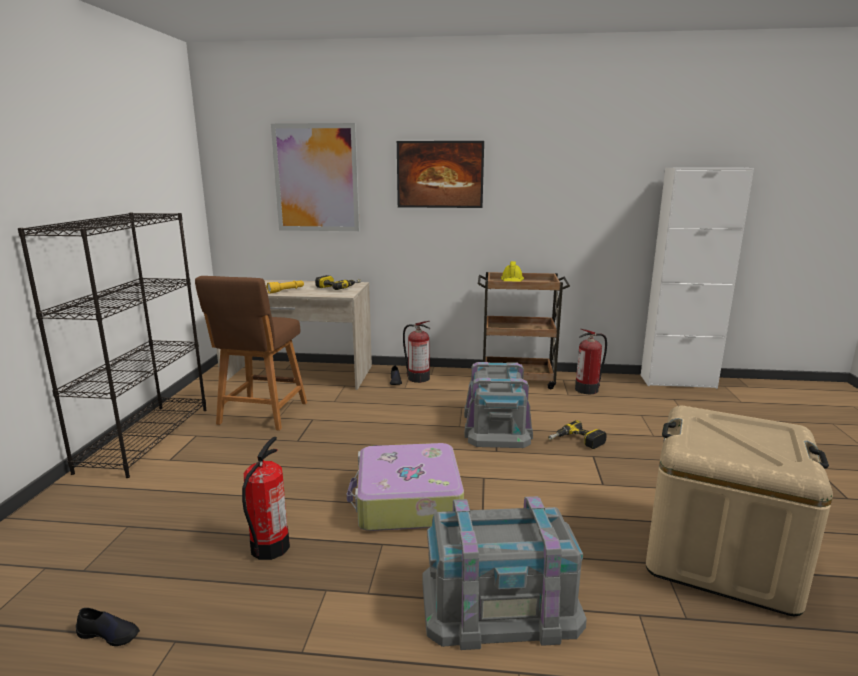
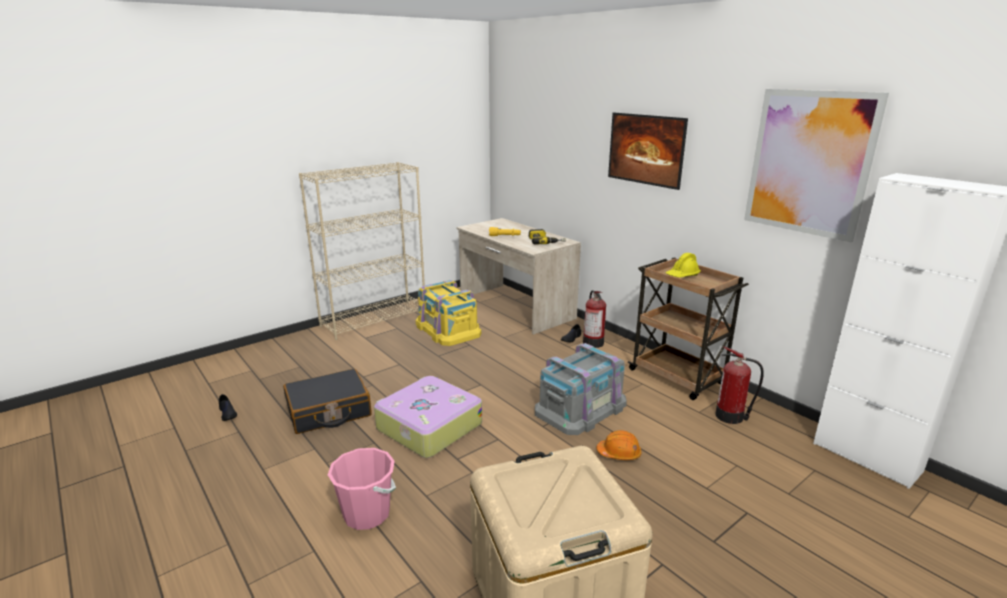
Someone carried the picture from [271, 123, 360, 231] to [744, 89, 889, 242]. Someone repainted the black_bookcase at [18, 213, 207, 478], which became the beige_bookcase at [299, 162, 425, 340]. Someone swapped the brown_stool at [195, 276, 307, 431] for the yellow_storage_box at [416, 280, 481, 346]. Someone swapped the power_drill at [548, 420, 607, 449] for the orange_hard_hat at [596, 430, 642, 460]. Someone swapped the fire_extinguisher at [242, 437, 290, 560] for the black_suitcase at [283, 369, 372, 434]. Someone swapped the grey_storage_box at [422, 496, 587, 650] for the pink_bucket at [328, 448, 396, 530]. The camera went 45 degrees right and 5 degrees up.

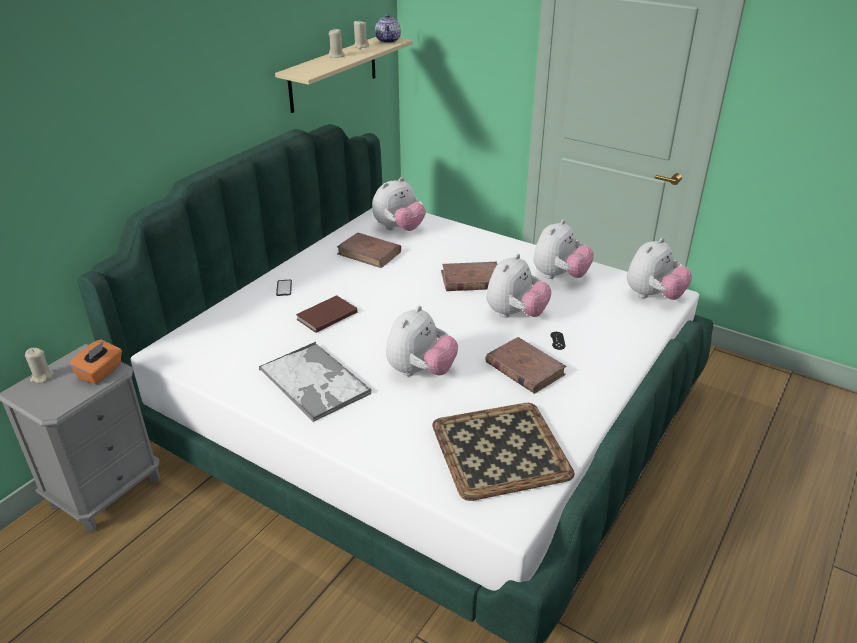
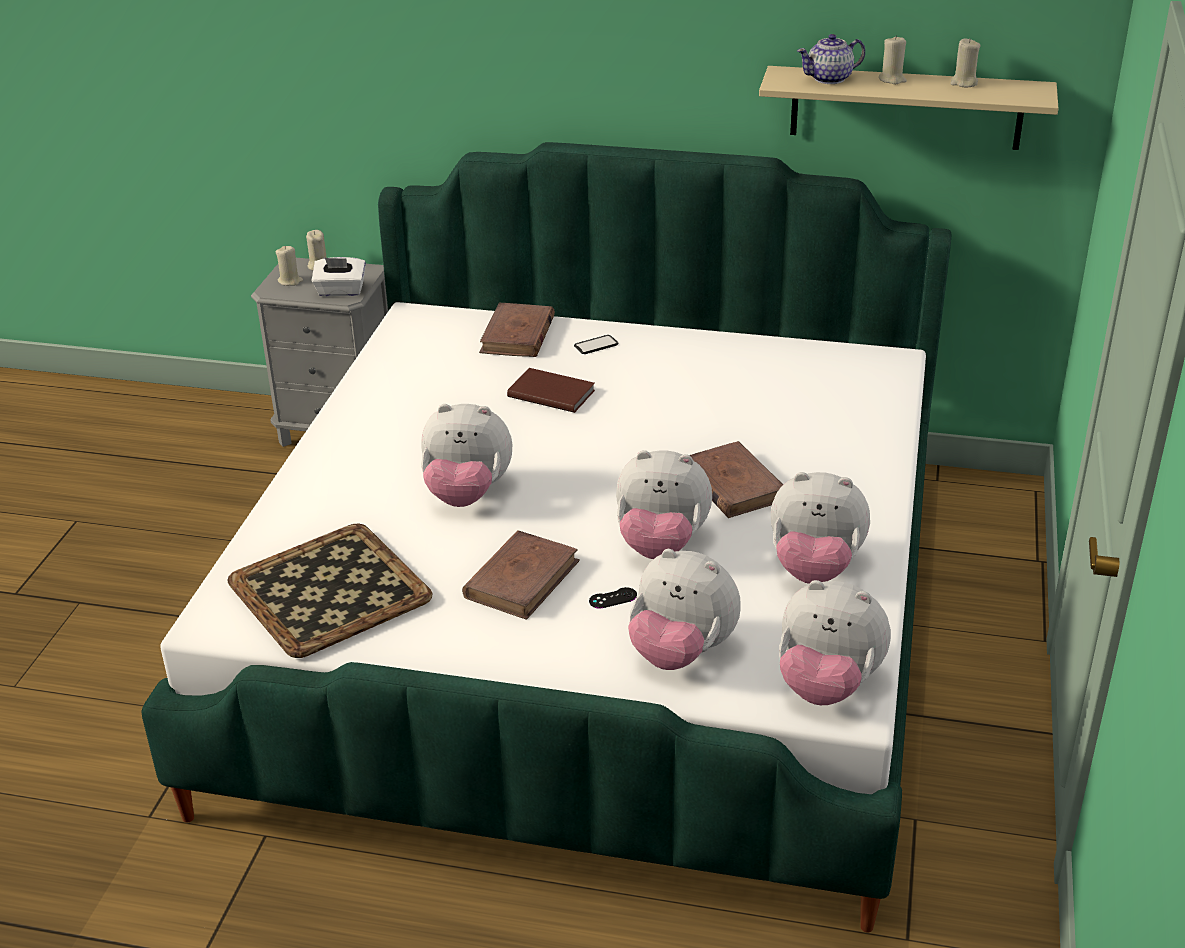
Someone carried the teapot from [375, 14, 401, 43] to [797, 34, 865, 84]. Someone carried the plush_toy from [372, 177, 426, 231] to [628, 549, 741, 670]. Someone carried the brown_book from [337, 232, 401, 268] to [479, 303, 555, 357]. Someone repainted the orange_tissue_box at [69, 339, 122, 384], which became the white_tissue_box at [312, 257, 366, 296]. Someone took away the tray at [259, 342, 372, 422]. Someone put down the beige_candle at [276, 246, 303, 286]. The camera went 70 degrees right and 0 degrees up.

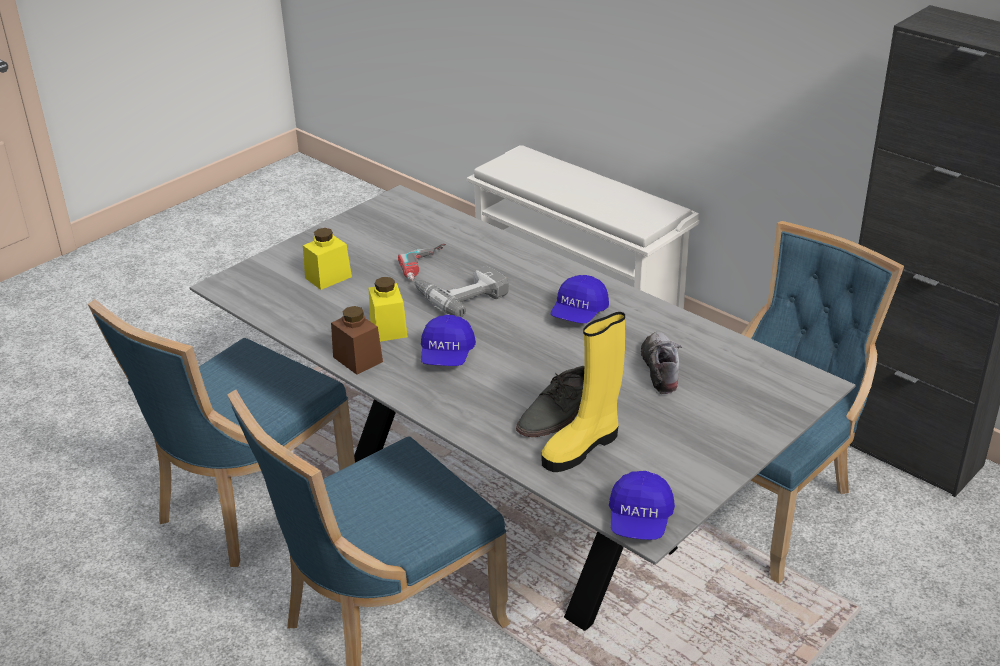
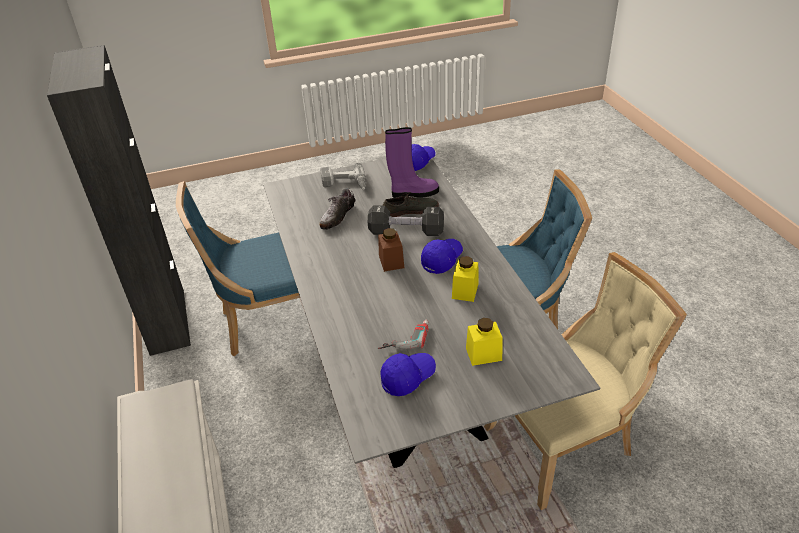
Someone carried the power_drill from [415, 266, 509, 317] to [320, 163, 366, 190]. Someone carried the blue_cap from [550, 275, 609, 323] to [380, 353, 436, 396]. Someone repainted the blue_chair at [88, 299, 355, 567], which became the beige_chair at [484, 252, 687, 510]. Someone carried the brown_jar from [331, 306, 383, 375] to [378, 228, 404, 272]. Someone repainted the yellow_boot at [542, 312, 625, 472], which became the purple_boot at [385, 127, 439, 198]. Someone put down the black_dumbbell at [368, 205, 444, 236]. The camera went 150 degrees left and 5 degrees up.

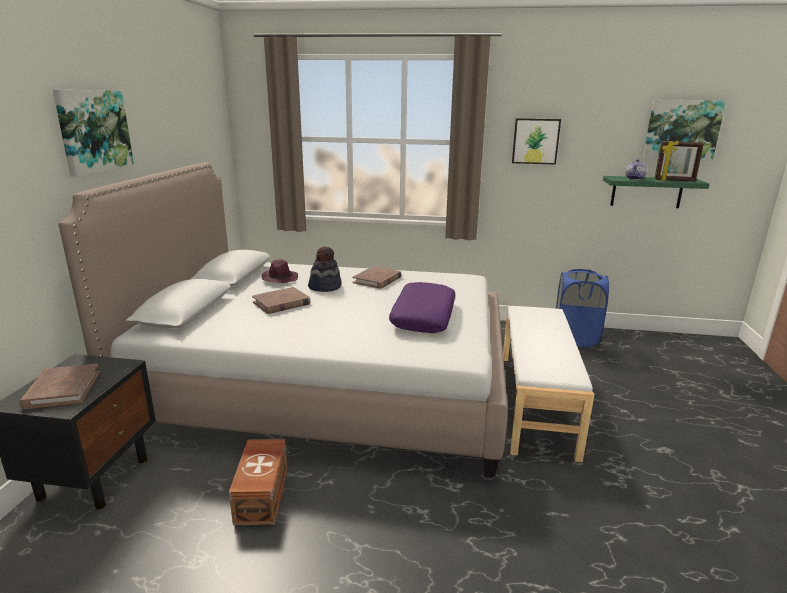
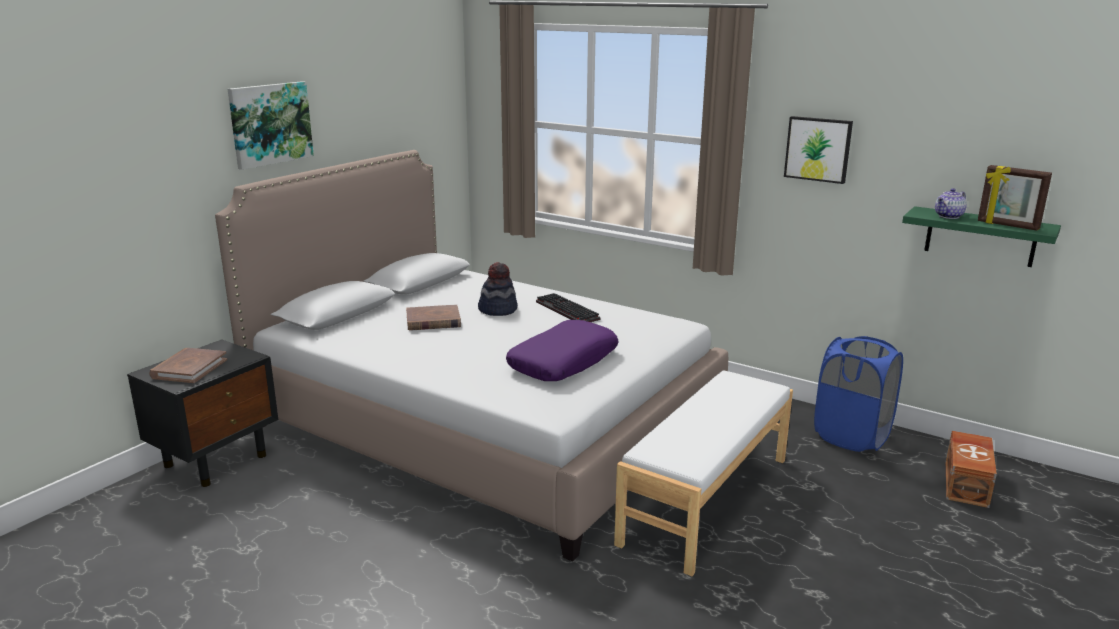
Someone took away the picture at [643, 100, 726, 160]. Someone took away the purple_hat at [262, 259, 298, 283]. Someone swapped the brown_book at [352, 266, 402, 289] for the keyboard at [536, 293, 601, 322]. Someone carried the brown_storage_box from [229, 439, 287, 525] to [946, 431, 997, 508]. The camera went 25 degrees right and 0 degrees up.

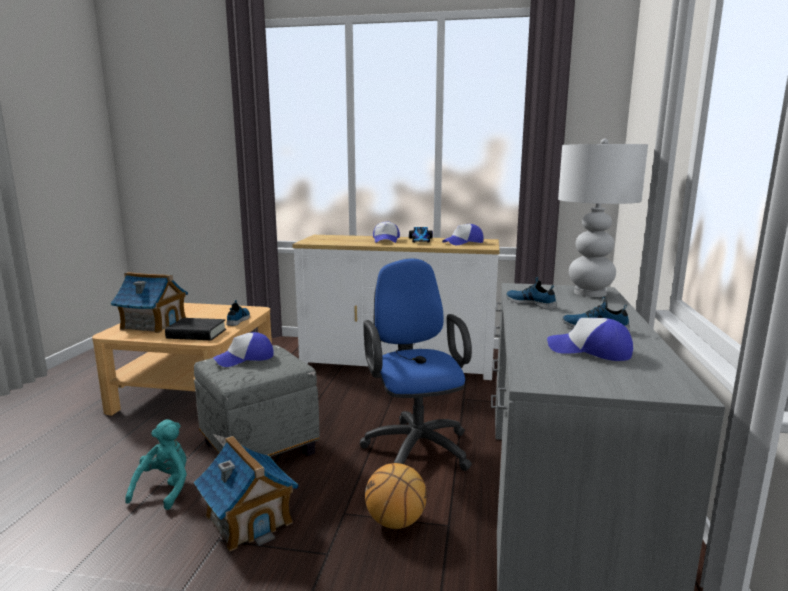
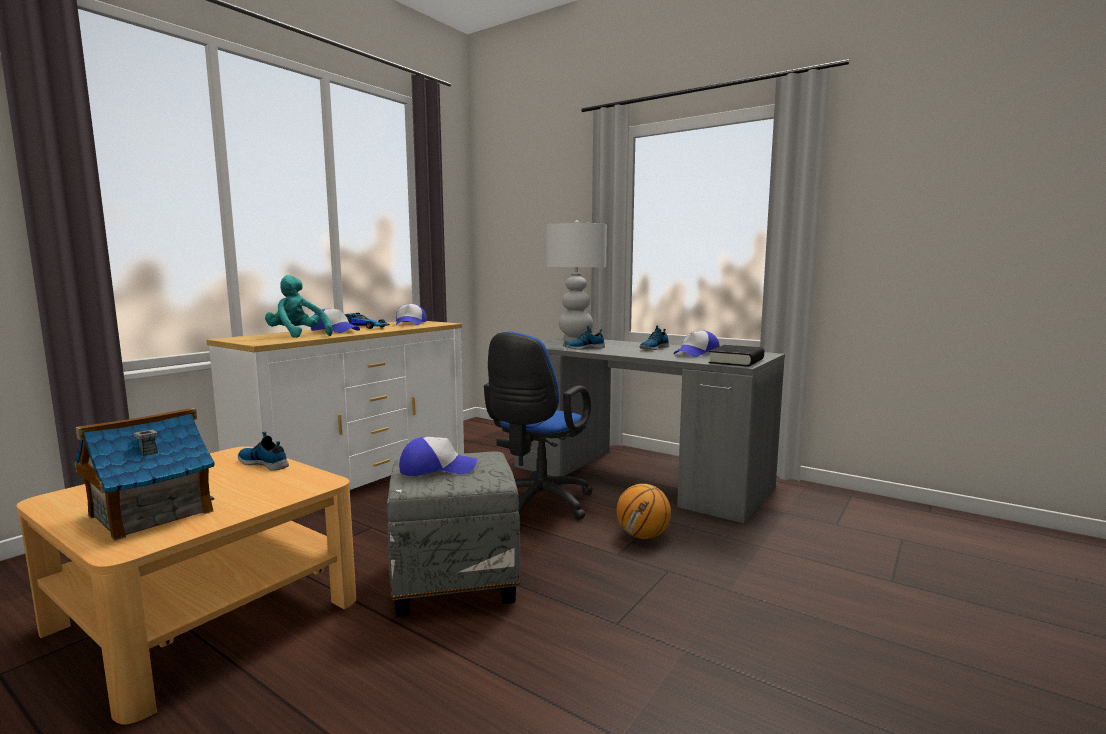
Someone rotated the blue_office_chair at [360, 258, 472, 471] by 75 degrees counterclockwise. Someone carried the black_book from [165, 318, 226, 340] to [709, 345, 764, 367]. Someone rotated the cap at [213, 332, 273, 367] by 90 degrees counterclockwise. Someone carried the turquoise_plush_toy from [125, 419, 187, 510] to [265, 275, 333, 338]. Someone took away the toy_house at [194, 436, 299, 551]. The camera went 65 degrees left and 5 degrees down.

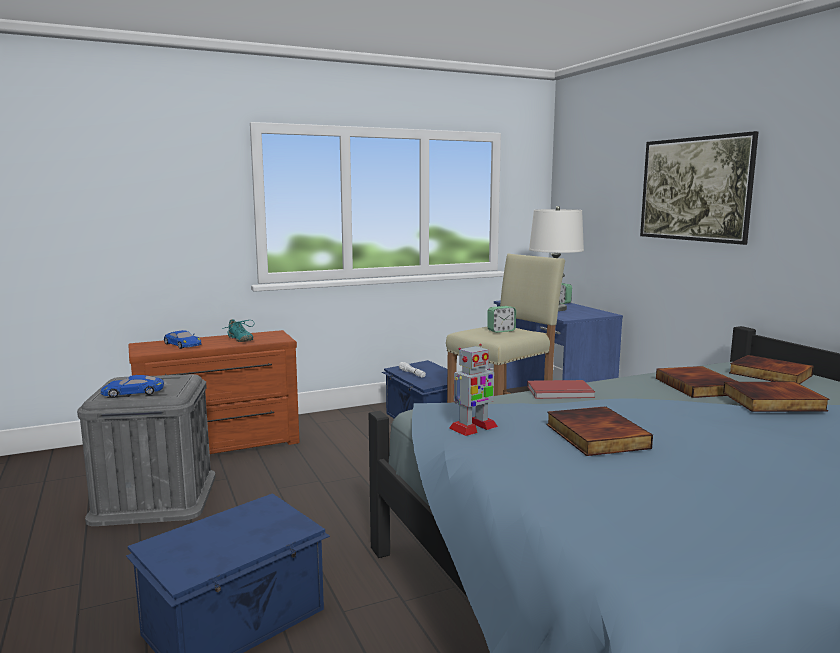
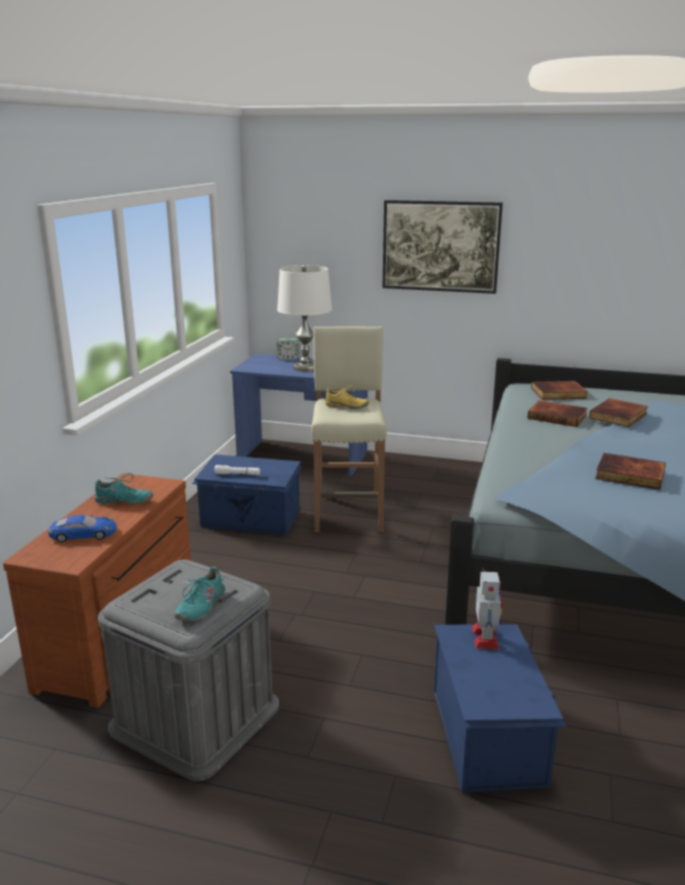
Someone swapped the alarm_clock at [488, 306, 516, 333] for the yellow_shoe at [325, 385, 369, 409]. Someone carried the toy_robot from [449, 344, 498, 436] to [472, 568, 503, 649]. Someone swapped the blue_toy_car at [101, 375, 164, 398] for the turquoise_shoe at [174, 567, 227, 621]. Someone took away the red_book at [527, 380, 595, 399]. The camera went 50 degrees left and 10 degrees up.

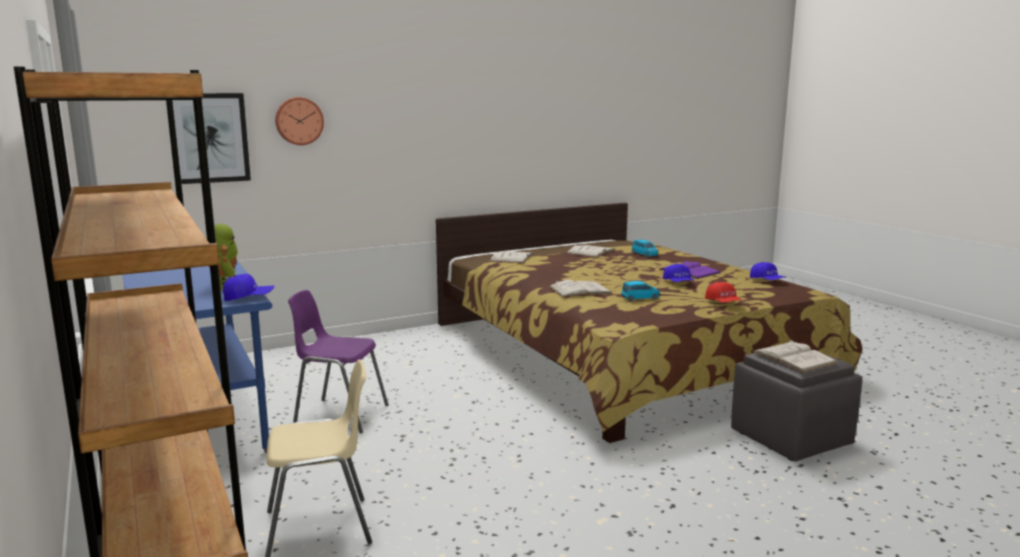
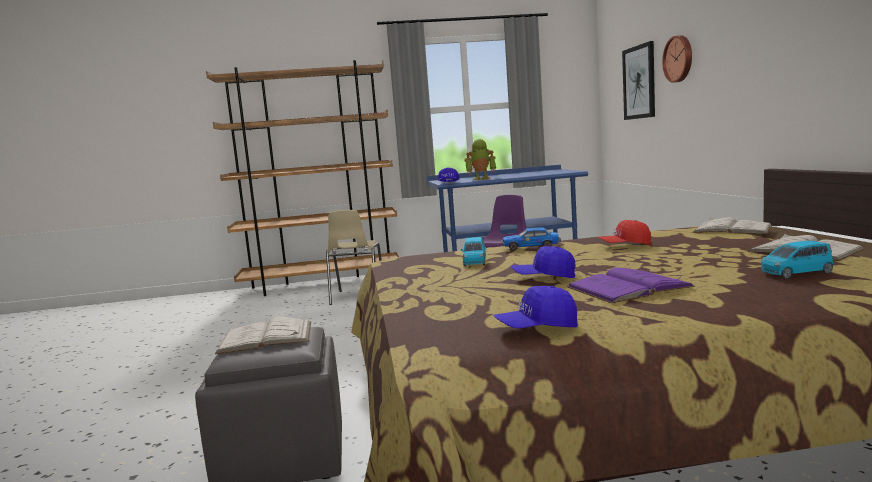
Someone swapped the white_book at [549, 279, 613, 297] for the toy_car at [502, 227, 561, 251]. Someone carried the red_cap from [705, 282, 743, 303] to [598, 220, 651, 245]. The camera went 110 degrees right and 5 degrees down.

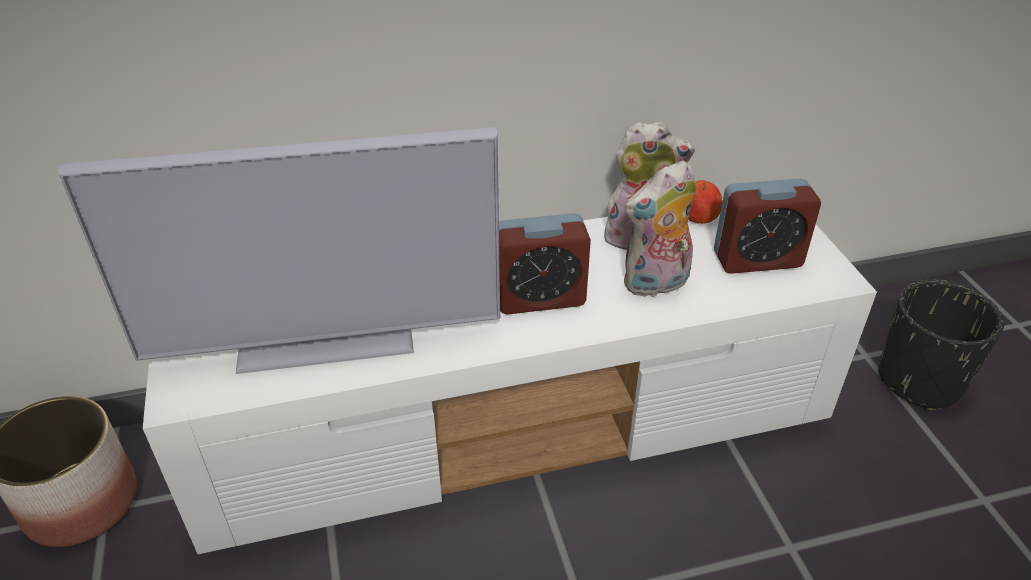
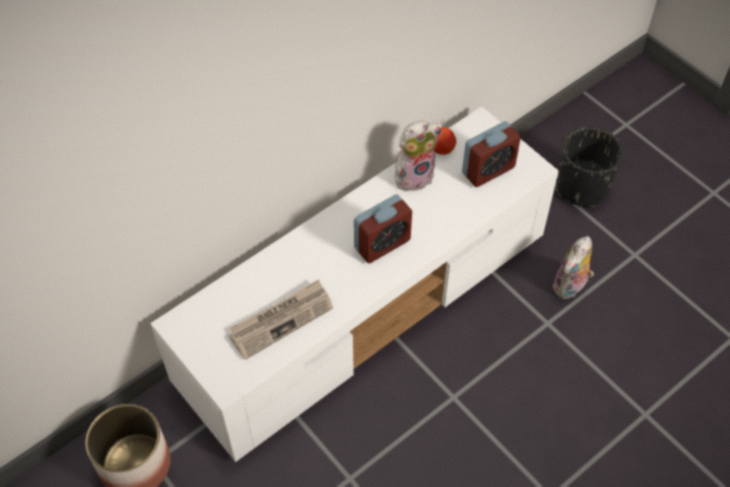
Someone swapped the television at [58, 127, 500, 374] for the newspaper at [229, 279, 333, 360]. Someone carried the plush_toy from [624, 160, 696, 297] to [552, 236, 594, 299]. The camera went 25 degrees left and 15 degrees up.

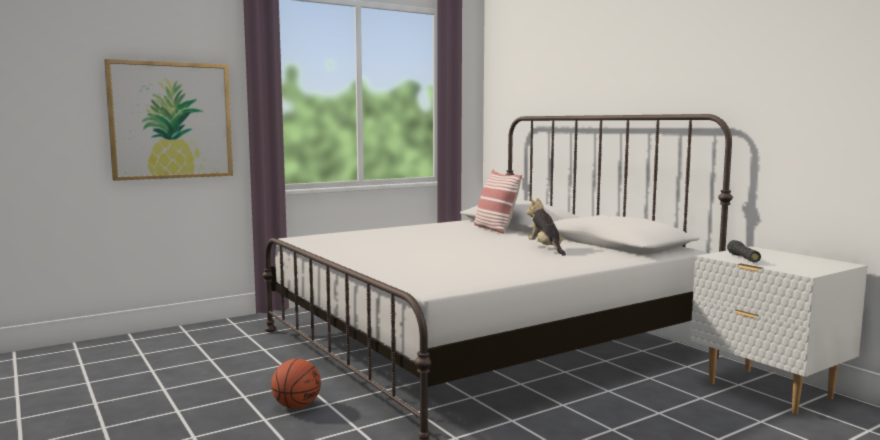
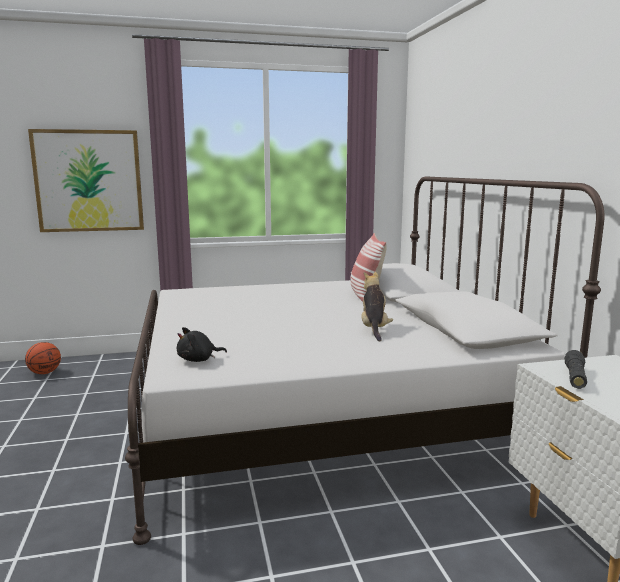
Someone carried the basketball from [271, 359, 321, 409] to [25, 342, 61, 374]. Someone put down the black_plush_toy at [177, 327, 227, 362]. The camera went 20 degrees right and 5 degrees up.

